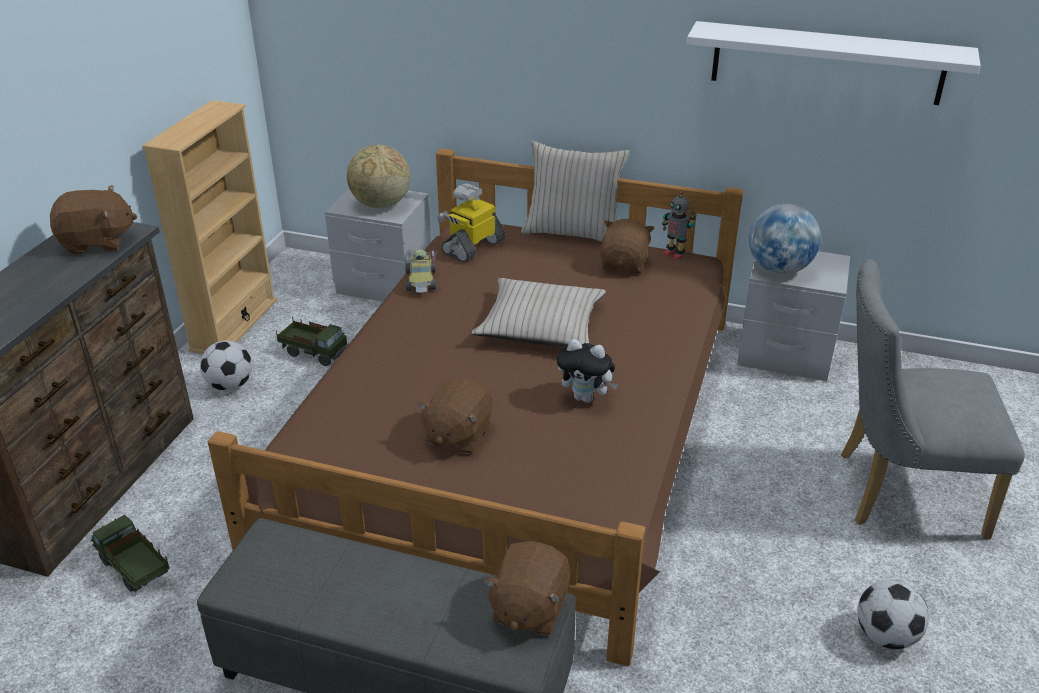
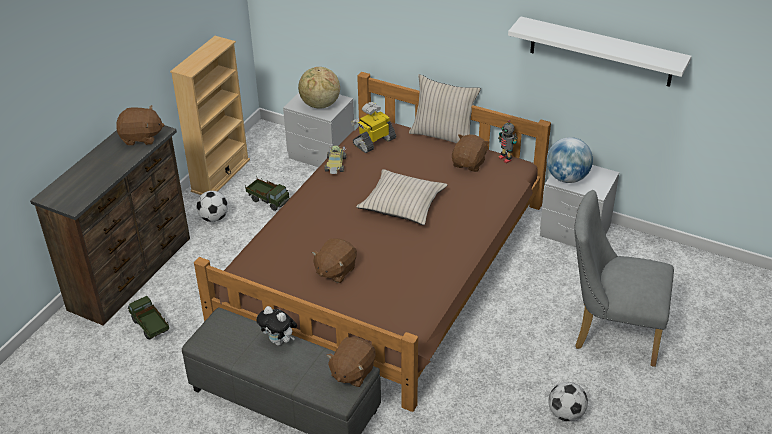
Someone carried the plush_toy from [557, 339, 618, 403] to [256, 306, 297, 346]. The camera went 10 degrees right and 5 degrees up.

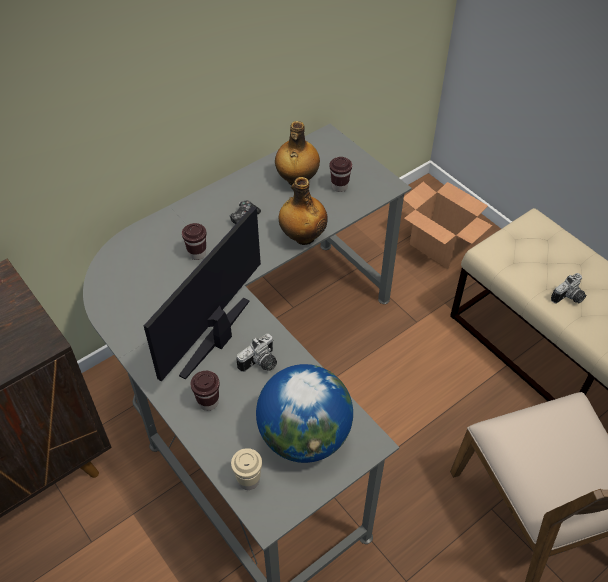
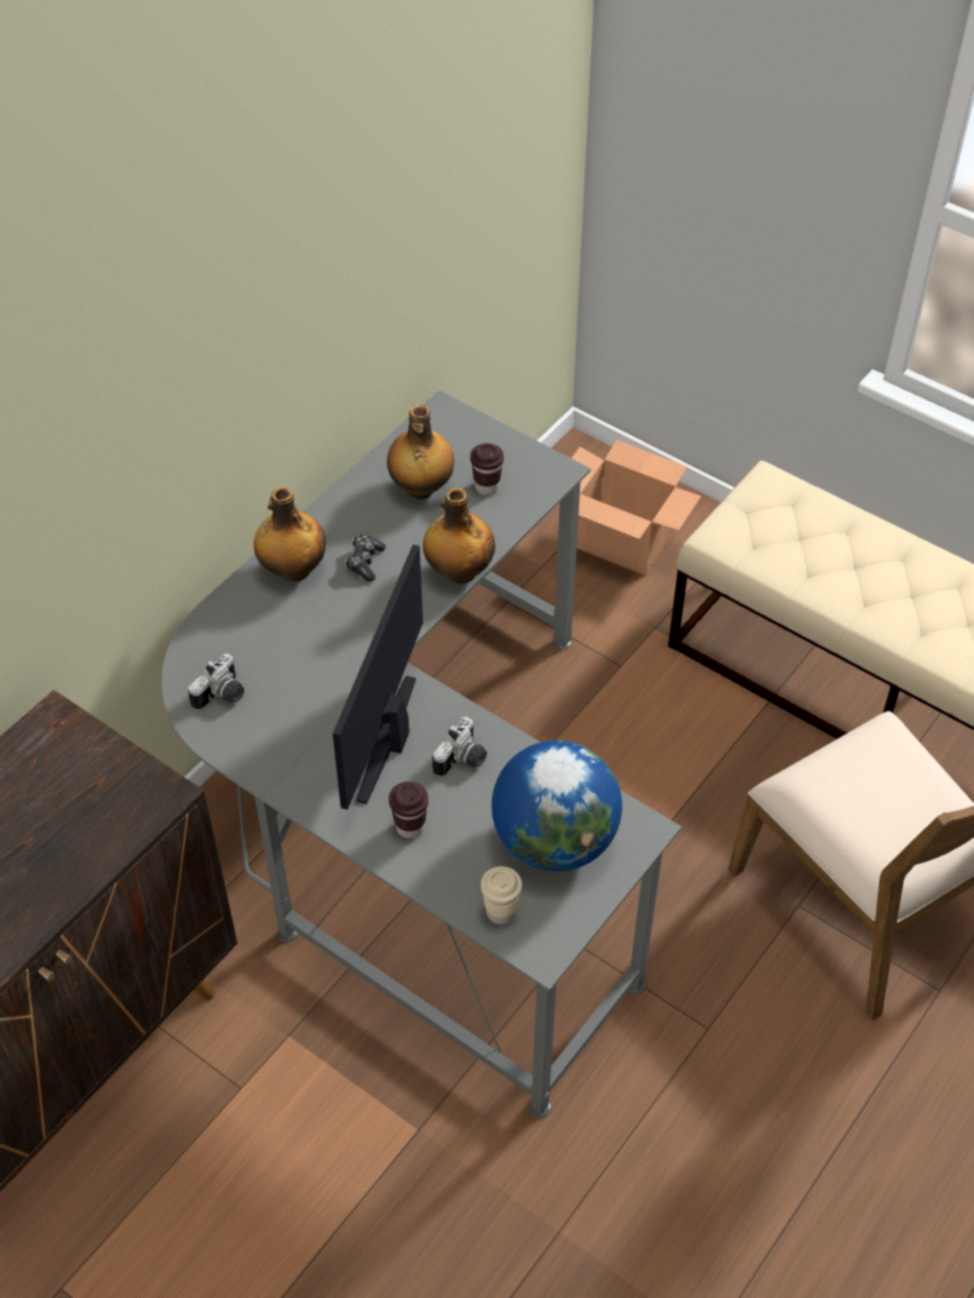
Someone took away the brown_cup at [182, 223, 207, 260]. Someone carried the photo_camera from [551, 273, 586, 303] to [188, 653, 244, 710]. Someone put down the bottle at [254, 487, 326, 582]. The camera went 15 degrees left and 0 degrees up.

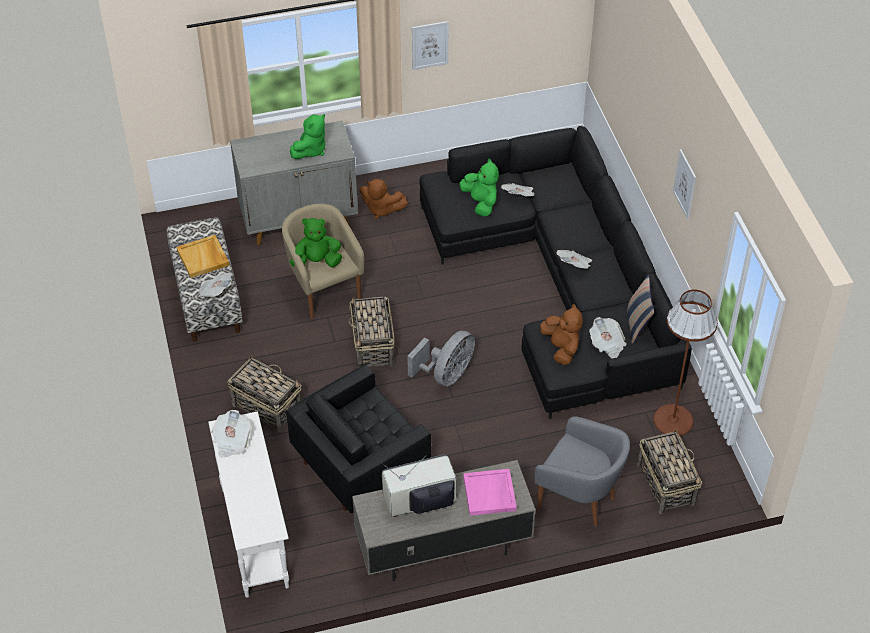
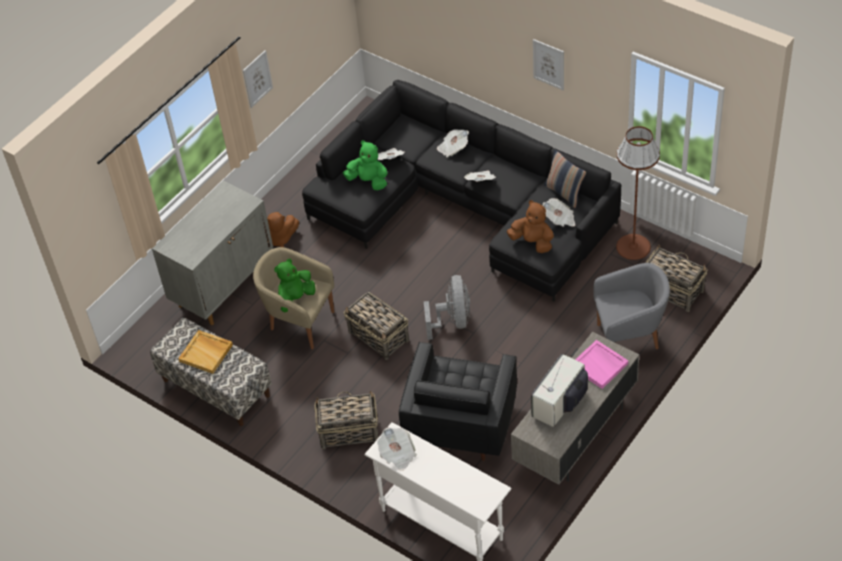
Someone took away the green_plush_toy at [290, 114, 326, 159]. Someone carried the newspaper from [198, 273, 232, 298] to [437, 129, 469, 157]. The camera went 35 degrees left and 0 degrees up.

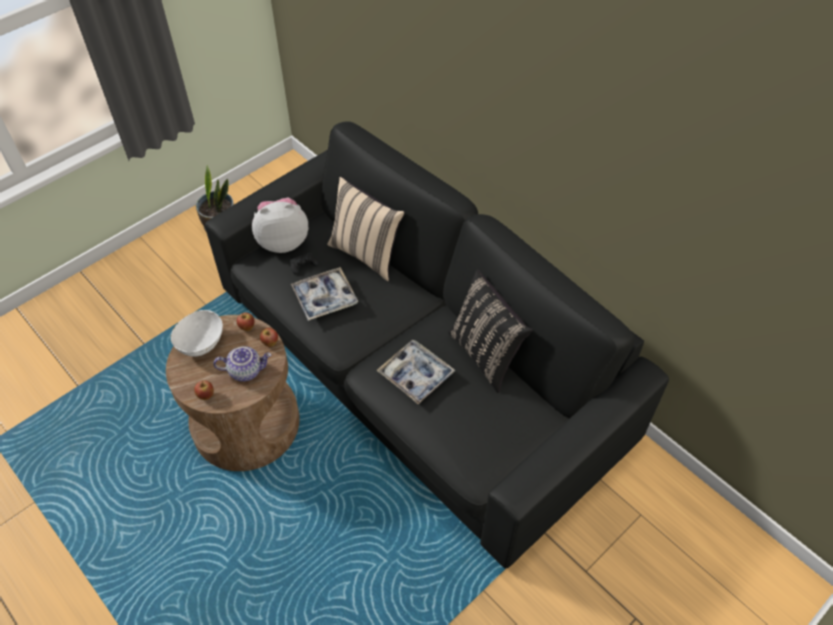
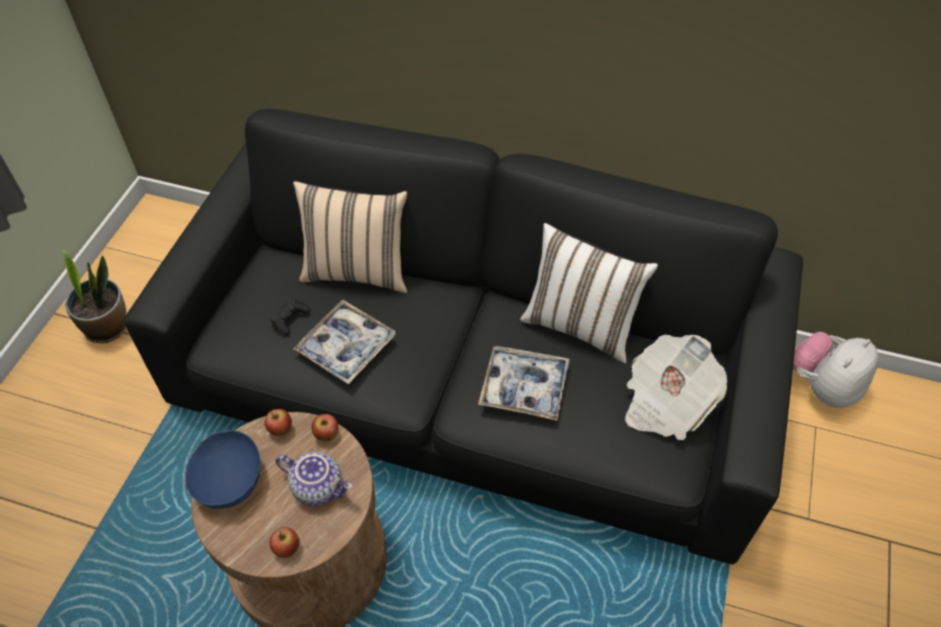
Someone carried the plush_toy from [252, 198, 308, 253] to [793, 332, 879, 408]. Someone repainted the black_pillow at [448, 270, 532, 393], which became the white_pillow at [520, 223, 658, 363]. Someone repainted the white_bowl at [171, 310, 223, 357], which became the blue_bowl at [184, 430, 260, 508]. Someone rotated the teapot at [213, 346, 271, 382] by 60 degrees clockwise. Someone put down the newspaper at [625, 334, 727, 440]. The camera went 30 degrees left and 0 degrees up.

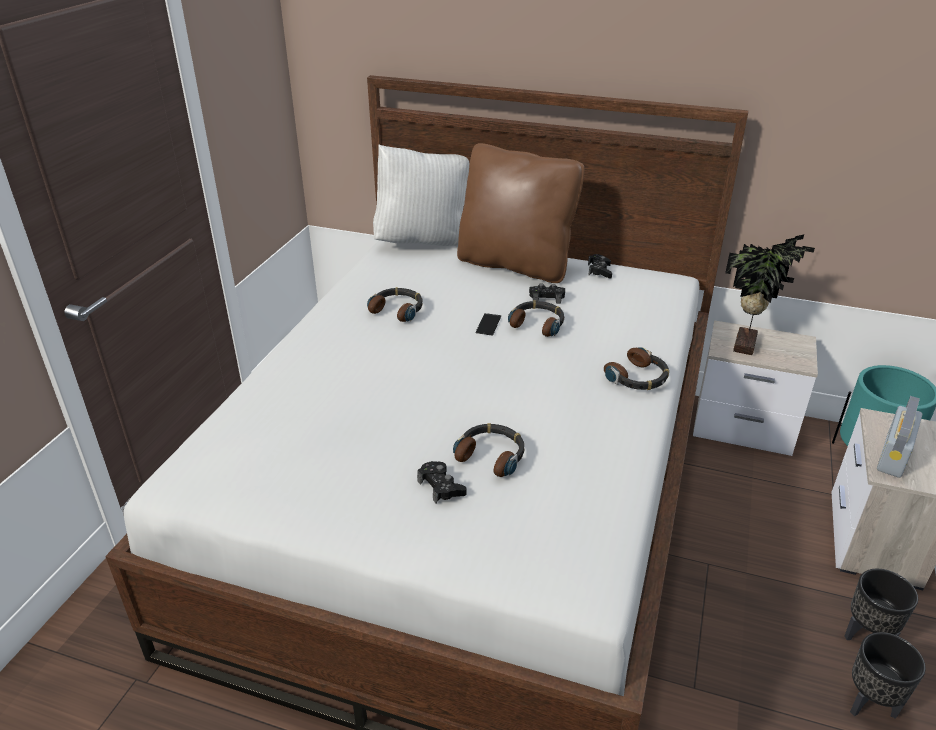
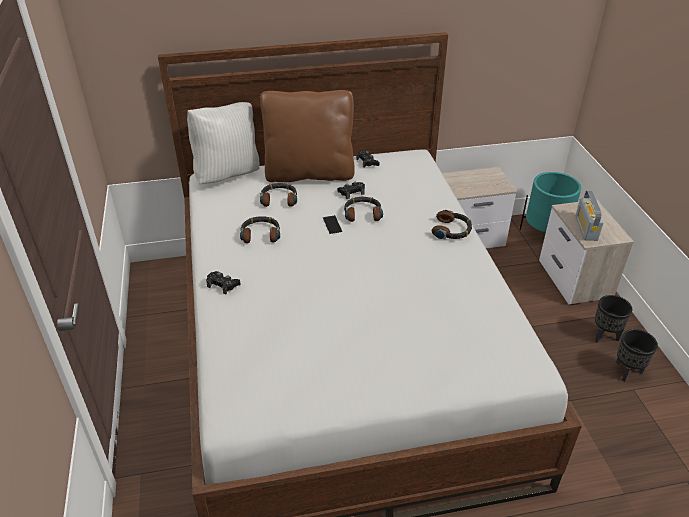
Someone took away the potted_plant at [725, 235, 815, 355]. Someone carried the headphones from [453, 423, 525, 477] to [260, 183, 297, 207]. Someone carried the black_game_controller from [417, 461, 467, 503] to [206, 271, 241, 294]. The camera went 30 degrees left and 5 degrees up.

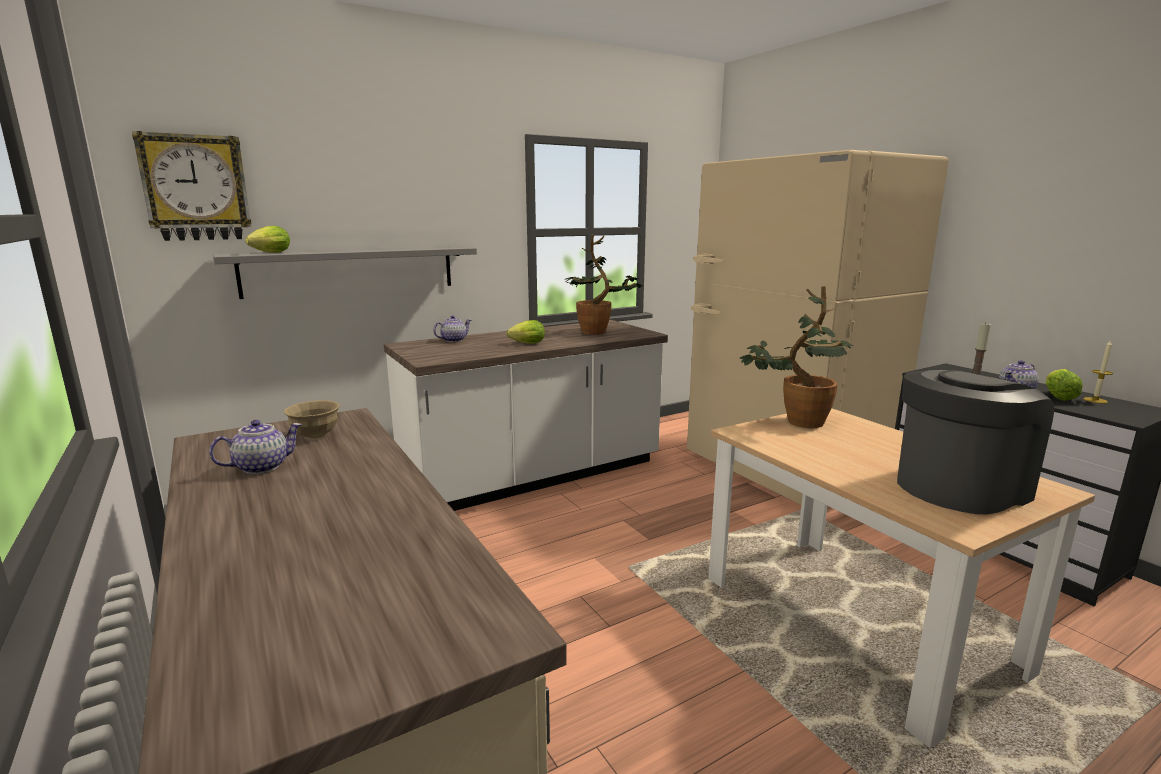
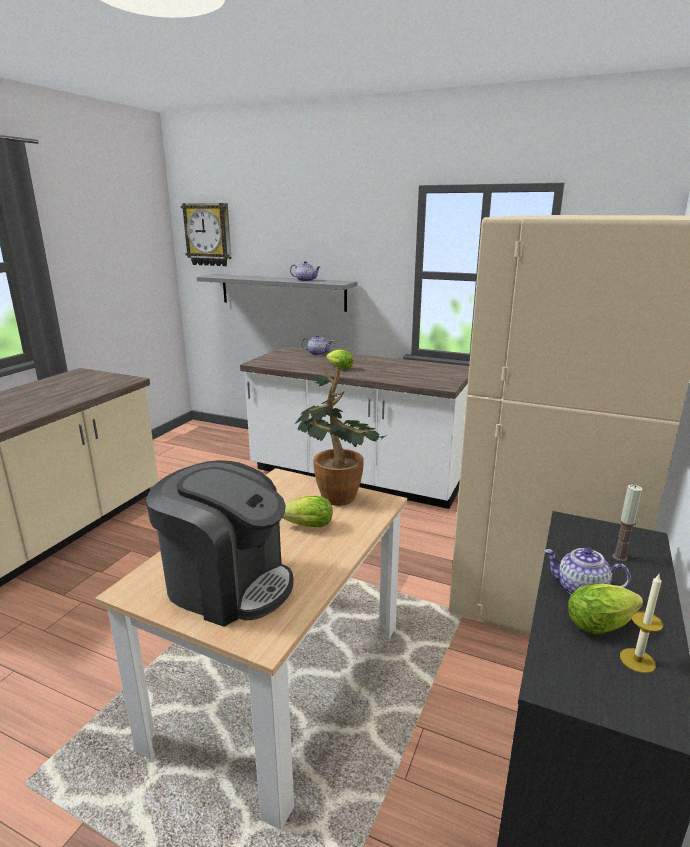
Someone carried the lettuce from [245, 226, 290, 253] to [282, 496, 333, 527]. Someone took away the potted_plant at [564, 235, 643, 335]. Someone took away the beige_bowl at [284, 400, 340, 439]. Someone carried the teapot from [209, 420, 302, 474] to [290, 261, 321, 282]. The camera went 55 degrees right and 5 degrees up.

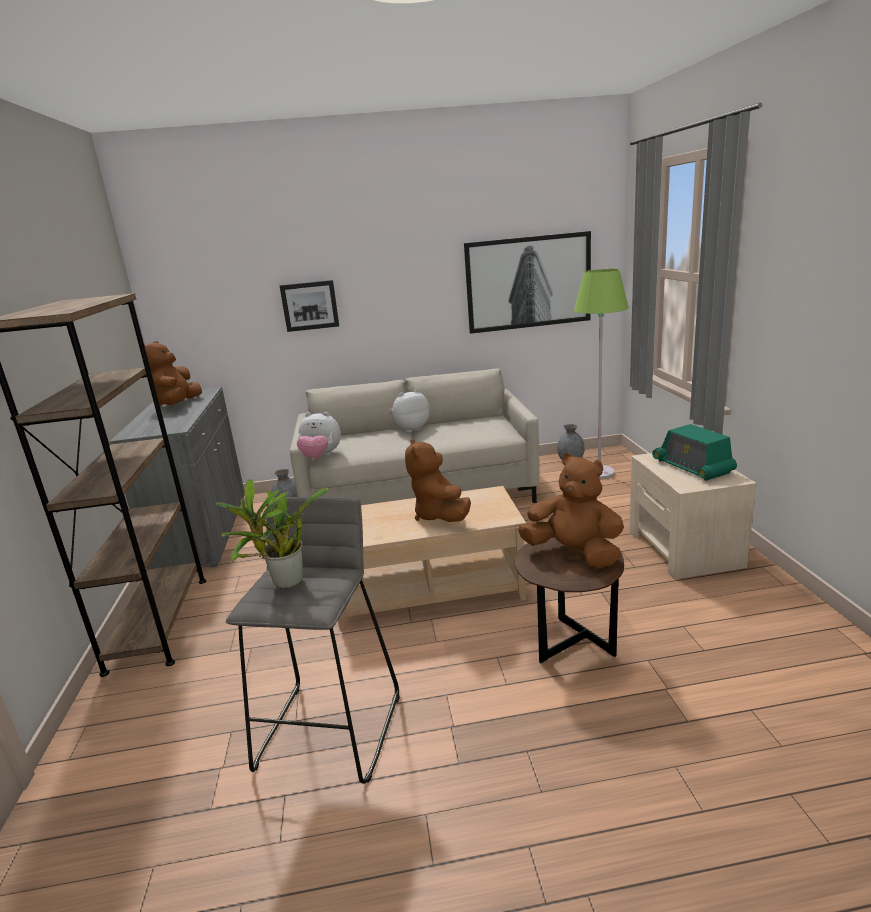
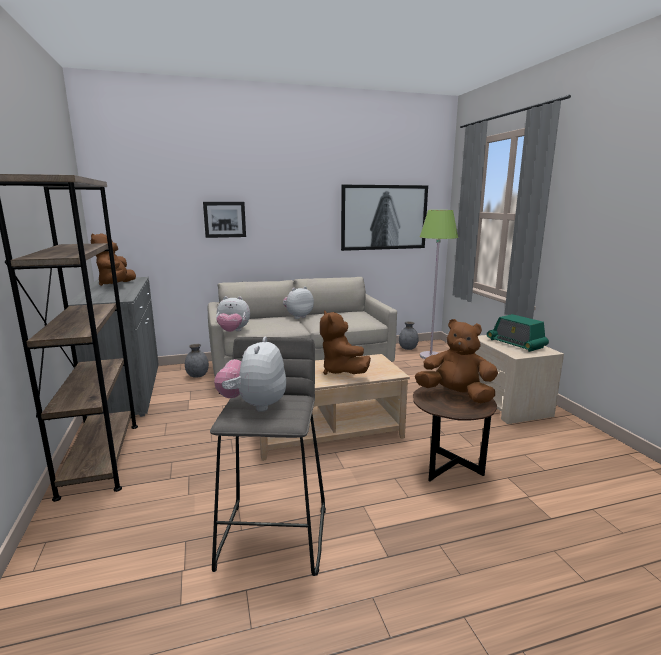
Someone swapped the potted_plant at [216, 479, 329, 589] for the plush_toy at [214, 337, 286, 412]. The camera went 10 degrees left and 5 degrees down.

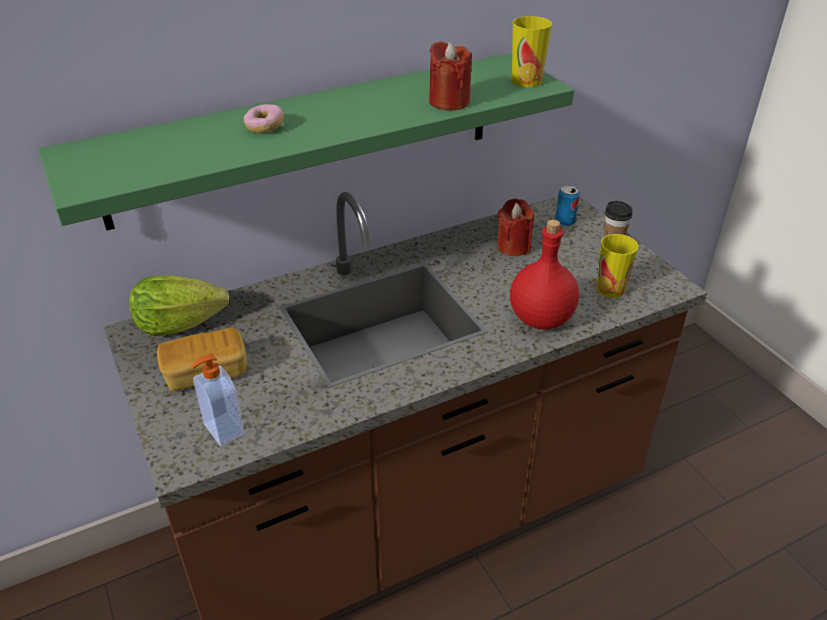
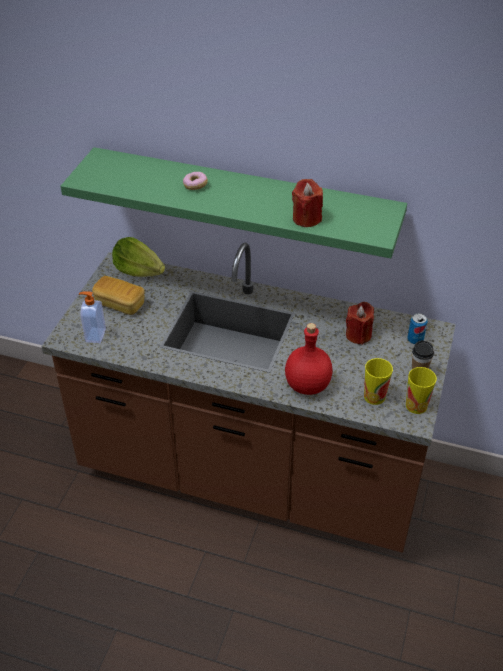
Someone carried the cup from [512, 16, 552, 87] to [406, 367, 437, 414]. The camera went 45 degrees right and 5 degrees up.

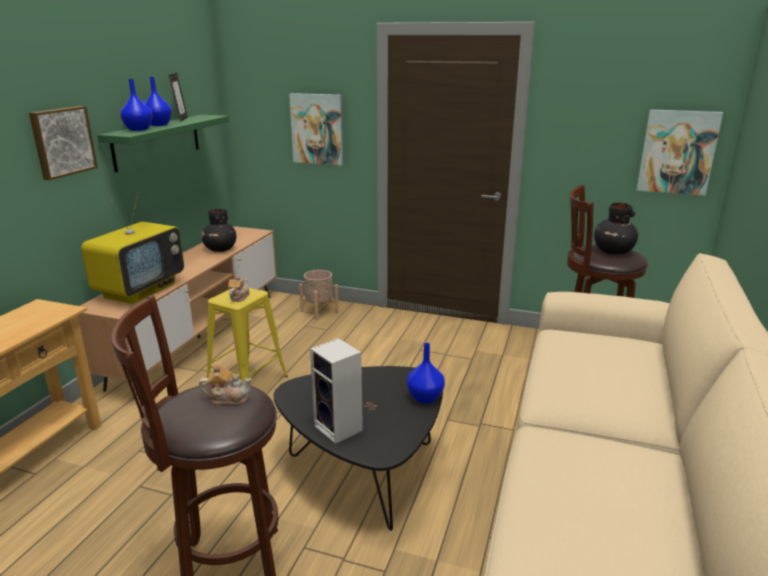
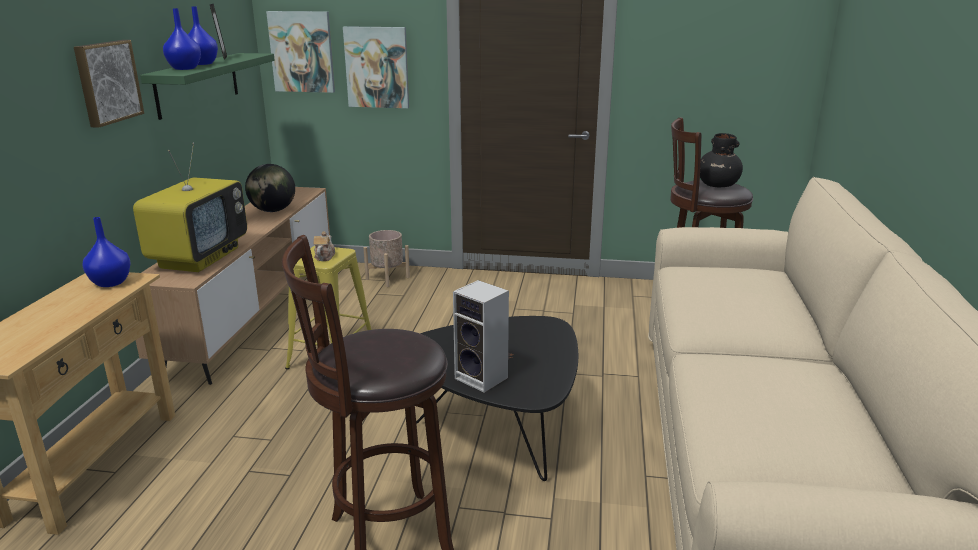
Someone carried the picture from [636, 109, 723, 196] to [266, 11, 335, 93]. Someone swapped the black_vase at [202, 209, 237, 252] for the globe at [245, 164, 295, 212]. Someone carried the blue_vase from [407, 343, 445, 404] to [83, 217, 131, 287]. Someone took away the teapot at [199, 365, 252, 405]. The camera went 10 degrees left and 0 degrees up.

